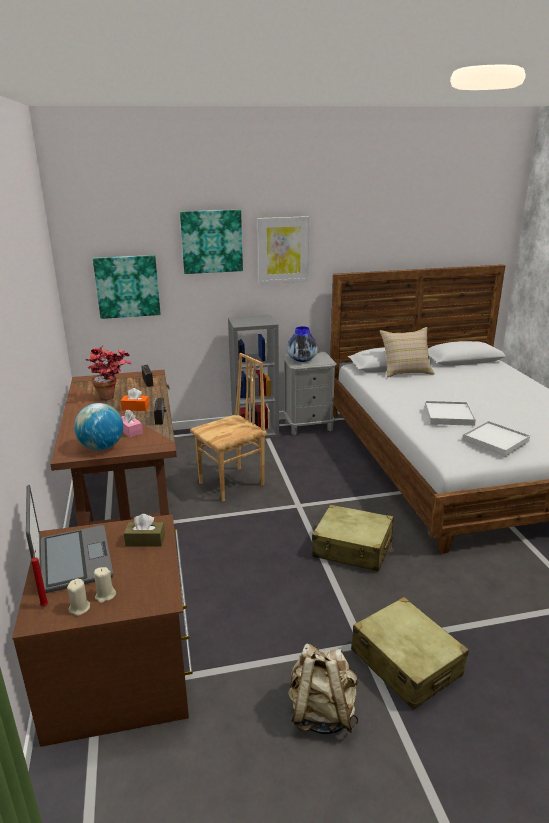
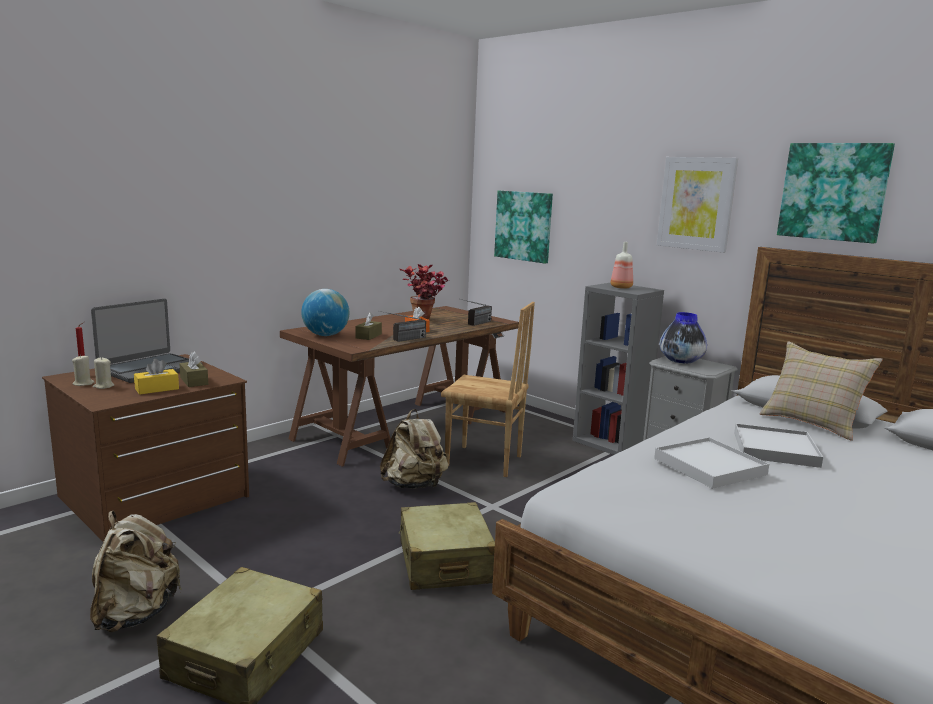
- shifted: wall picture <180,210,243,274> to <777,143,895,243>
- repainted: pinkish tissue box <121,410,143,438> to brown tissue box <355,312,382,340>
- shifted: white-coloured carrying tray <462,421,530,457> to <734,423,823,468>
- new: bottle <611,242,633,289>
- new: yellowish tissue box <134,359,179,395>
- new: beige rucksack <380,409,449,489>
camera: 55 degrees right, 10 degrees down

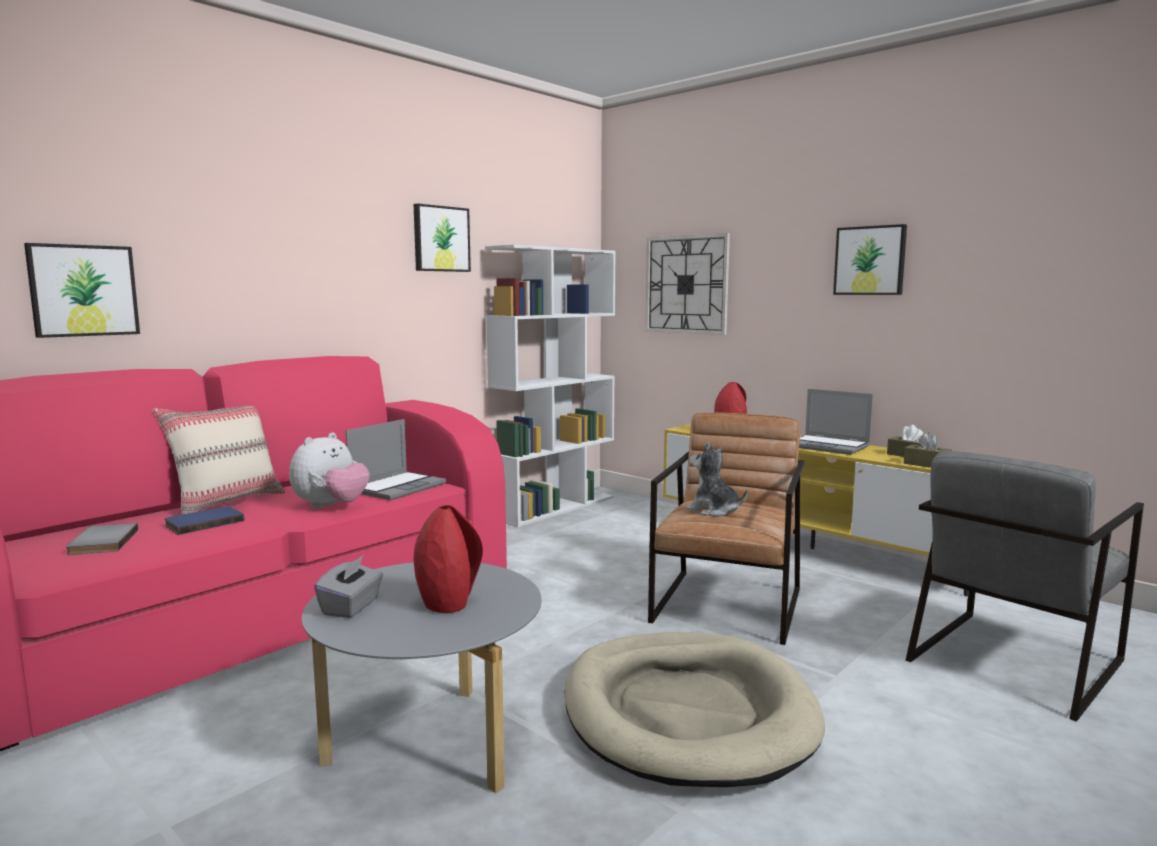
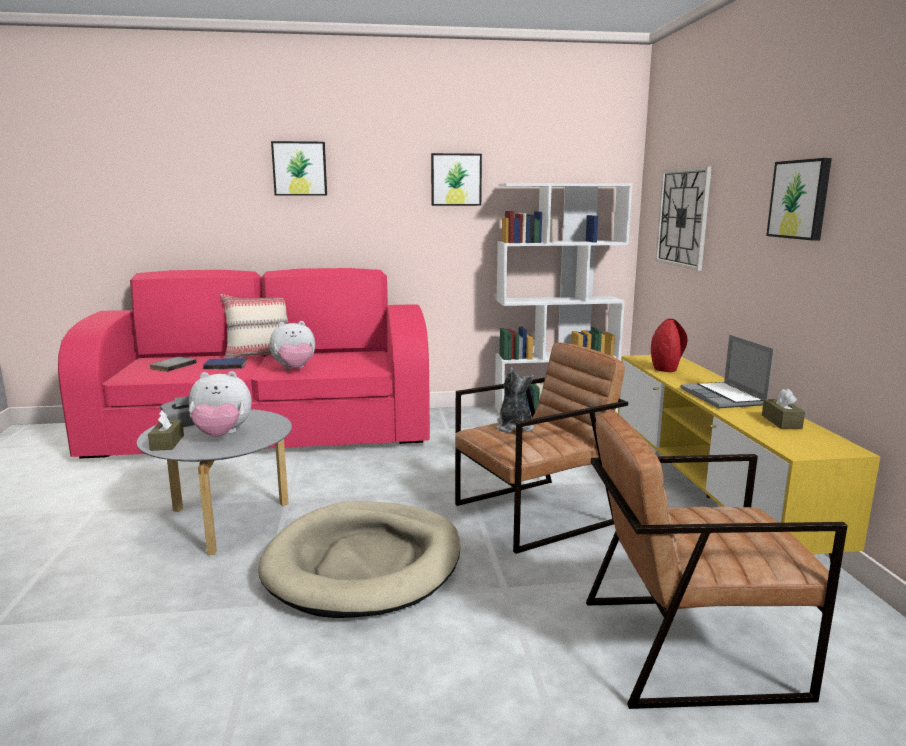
- shifted: wall picture <24,243,140,338> to <271,141,327,196>
- gone: portable computer <346,419,446,500>
- shifted: brown tissue box <904,432,952,468> to <148,411,184,451>
- repainted: gray armchair <906,451,1144,722> to brown armchair <586,410,848,709>
- swapped: reddish flower vase <414,505,483,613> to plush toy <189,371,251,437>
camera: 40 degrees right, 5 degrees up

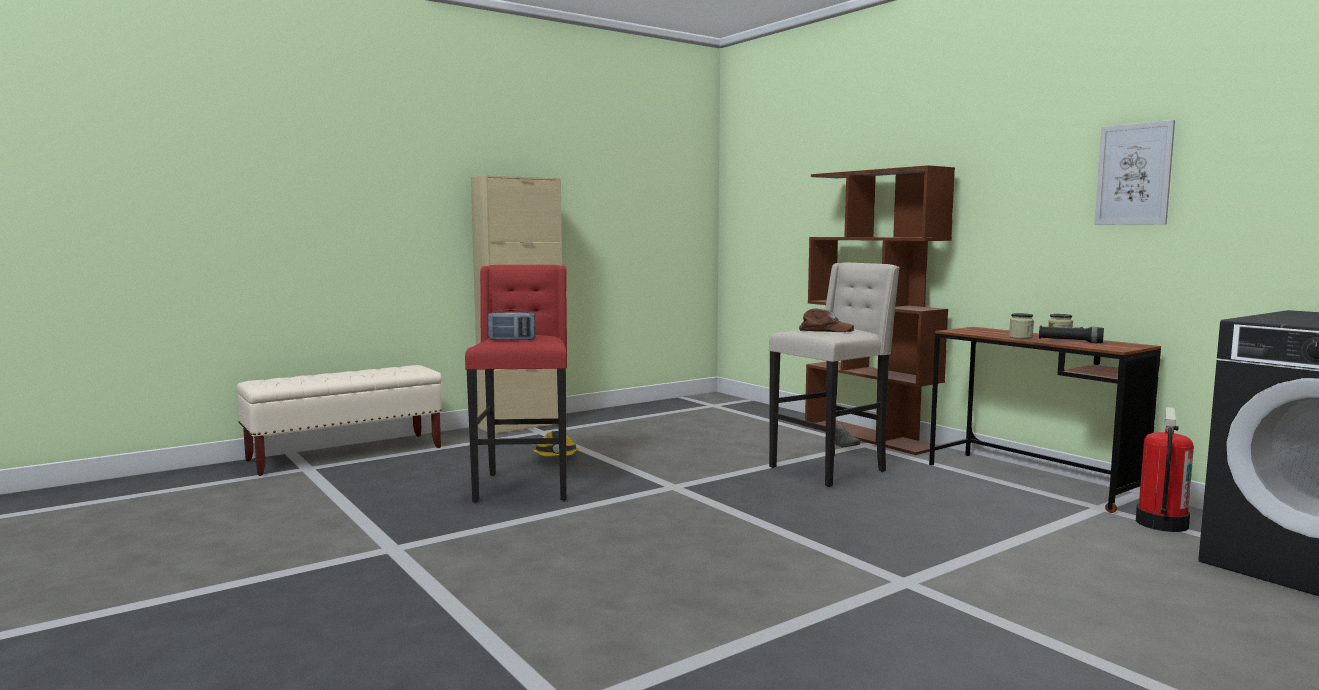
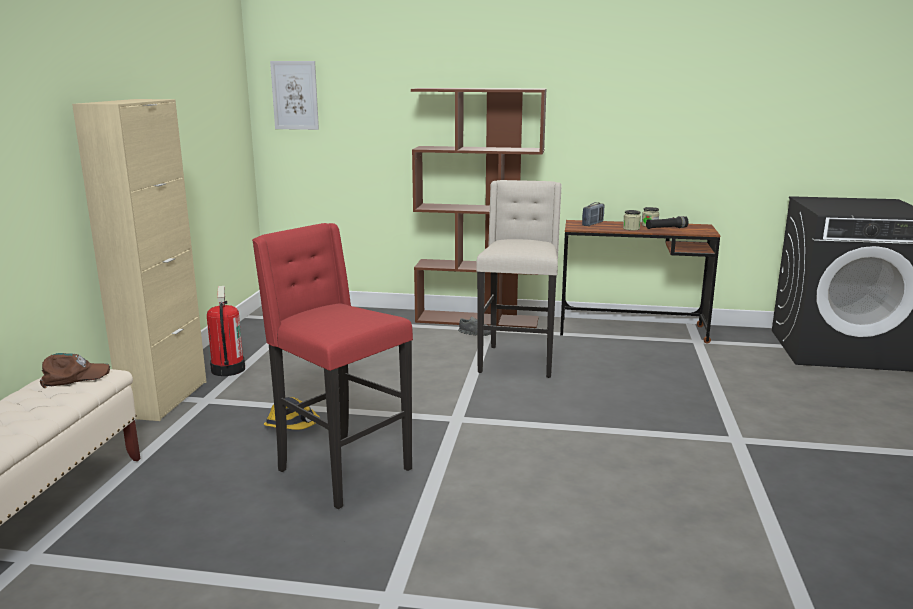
- shifted: wall picture <1095,120,1175,225> to <270,61,319,130>
- shifted: brown cap <799,308,854,332> to <40,353,110,388>
- shifted: radio receiver <488,309,535,340> to <582,202,604,226>
- shifted: fire extinguisher <1136,407,1194,532> to <207,286,245,376>
camera: 45 degrees left, 10 degrees up

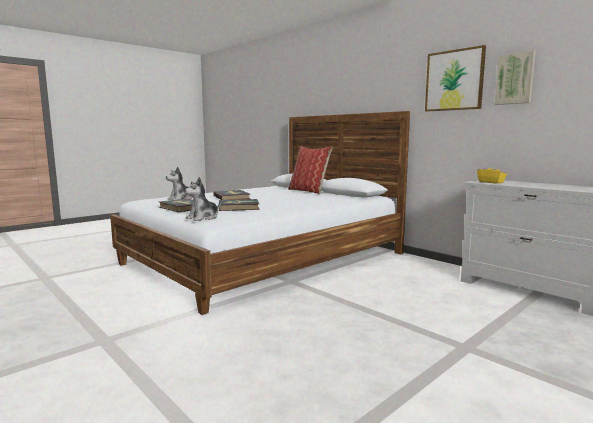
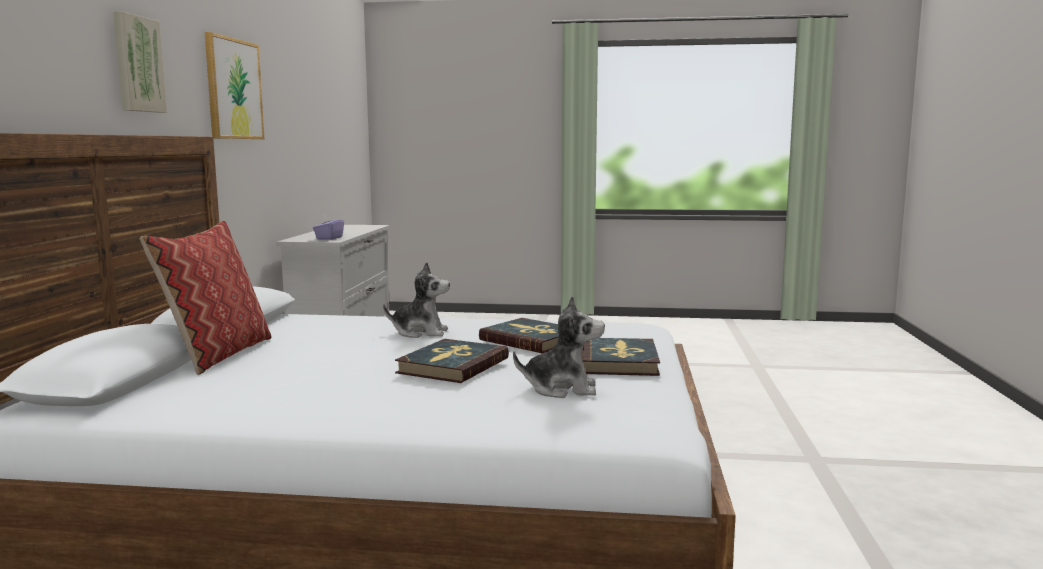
- shifted: wall picture <494,51,536,105> to <113,11,167,113>
- repainted: yellowish tissue box <477,163,507,183> to purple-coloured tissue box <313,213,344,240>
- shifted: plush toy <184,177,221,221> to <383,262,450,338>
camera: 130 degrees left, 0 degrees up

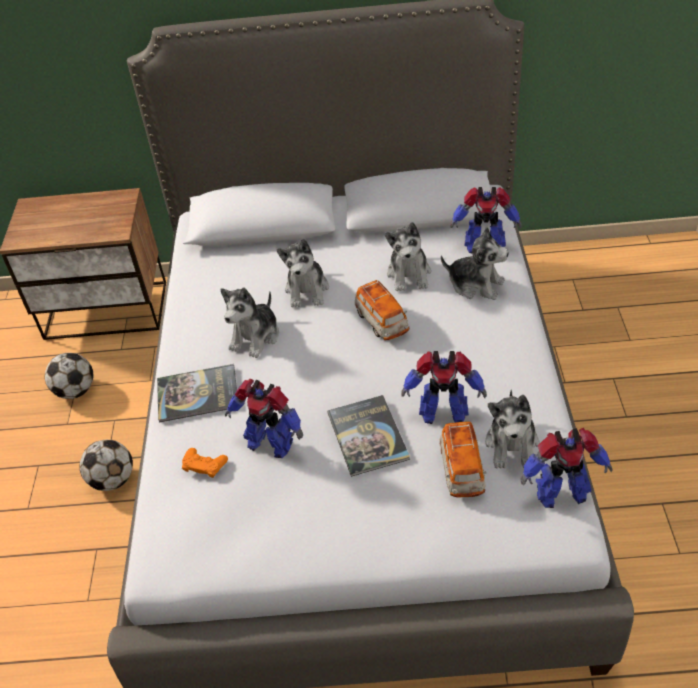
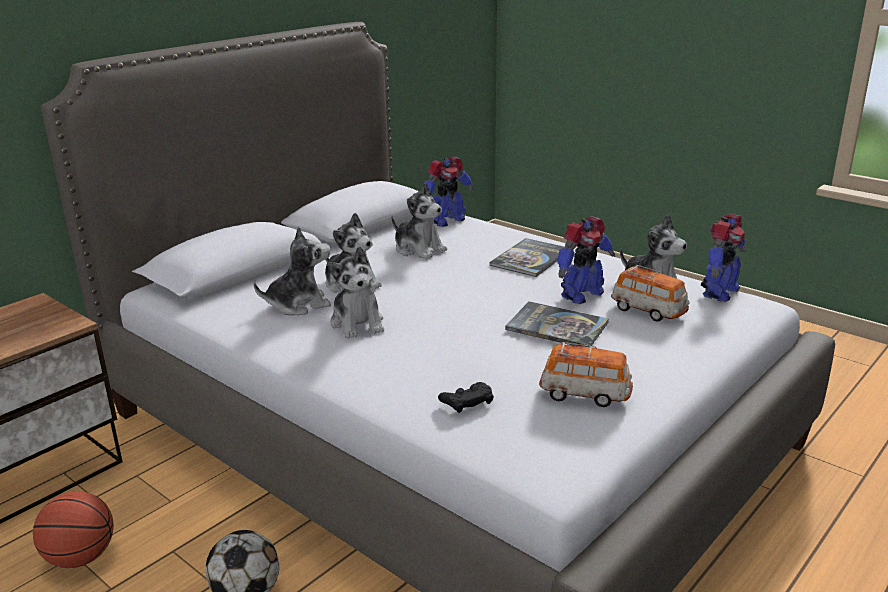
- shifted: plush toy <441,227,509,300> to <254,226,331,316>
- shifted: miniature car <355,280,409,340> to <539,342,633,407>
- swapped: football ball <44,353,93,399> to ball for basketball <33,491,114,568>
- shifted: volume <157,364,237,422> to <489,238,564,277>
- gone: model robot <225,379,303,458>
- repainted: orange-coloured gamepad <182,448,228,478> to black-coloured gamepad <438,382,494,413>
camera: 50 degrees left, 20 degrees down

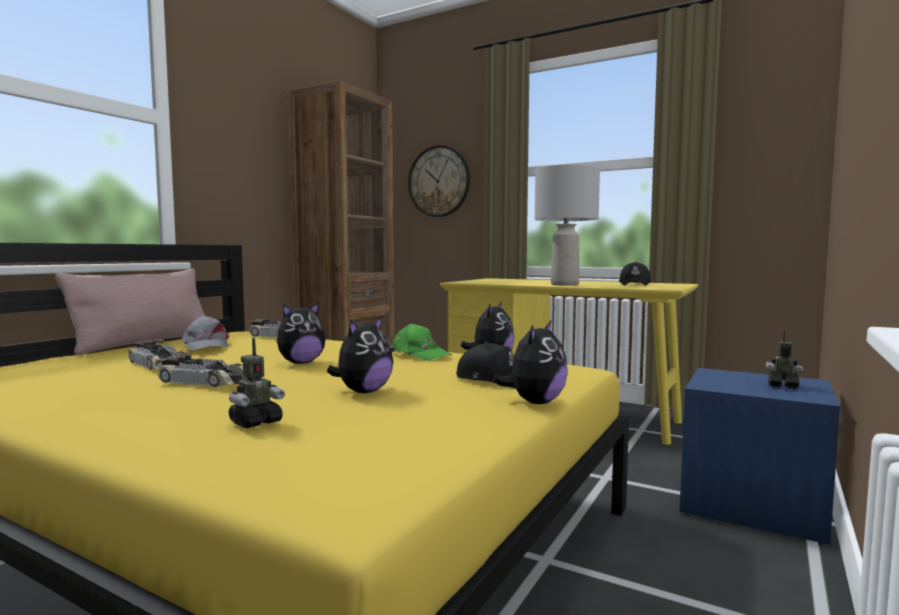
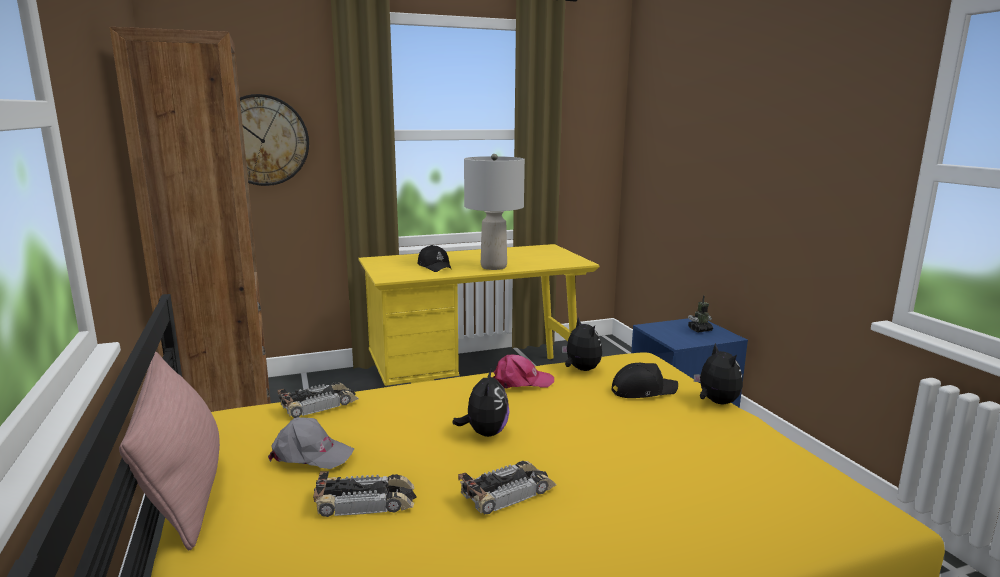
- shifted: black-coloured cap <619,262,651,286> to <418,245,452,272>
- gone: plush toy <327,316,393,393>
- repainted: green-coloured cap <391,324,452,361> to pinkish cap <493,355,554,388>
- gone: model robot <229,338,285,428>
camera: 50 degrees left, 10 degrees up

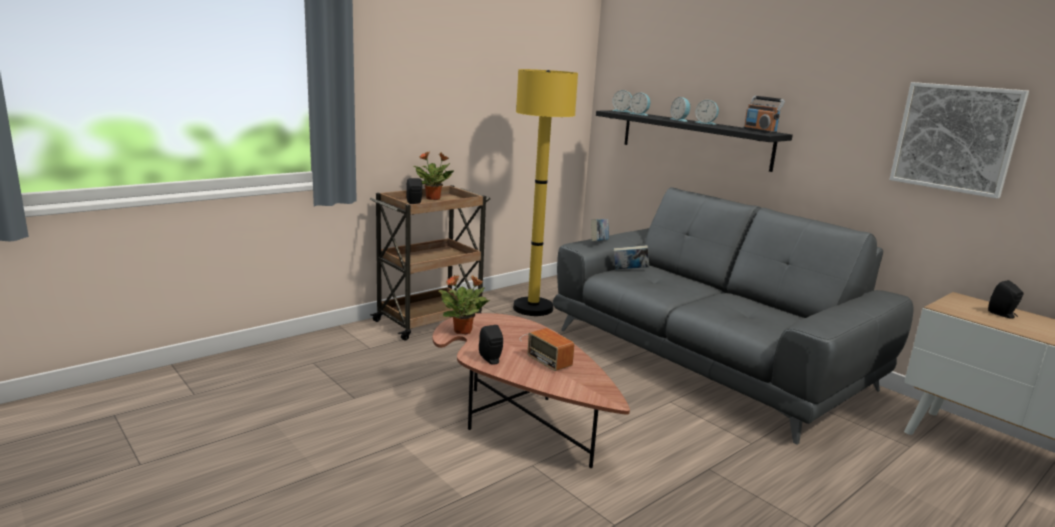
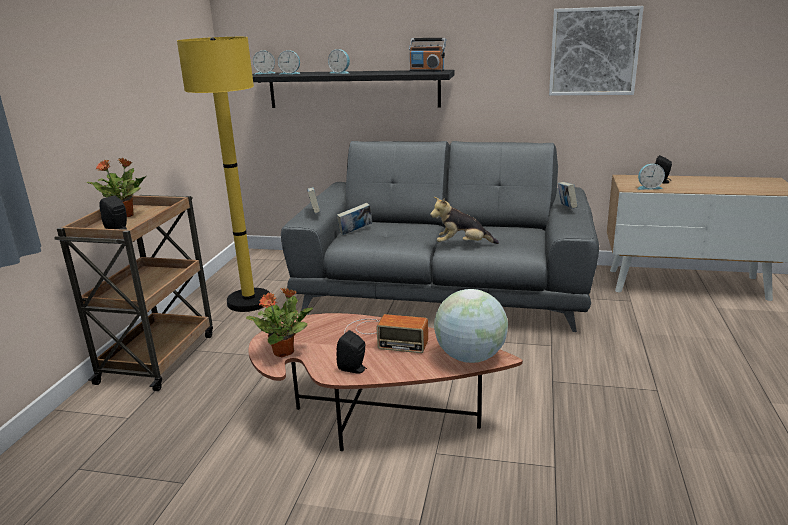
- shifted: bedside clock <695,100,719,125> to <638,164,665,190>
- new: volume <558,182,578,209>
- new: plush toy <430,197,499,244>
- new: world globe <434,289,508,363>
camera: 35 degrees left, 5 degrees up

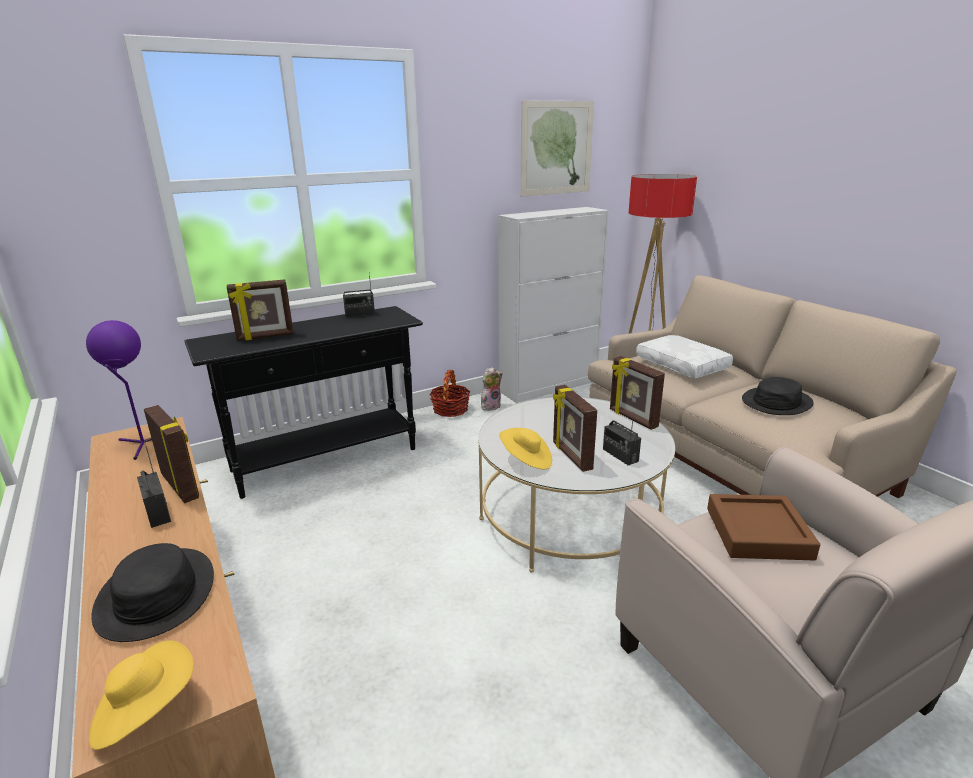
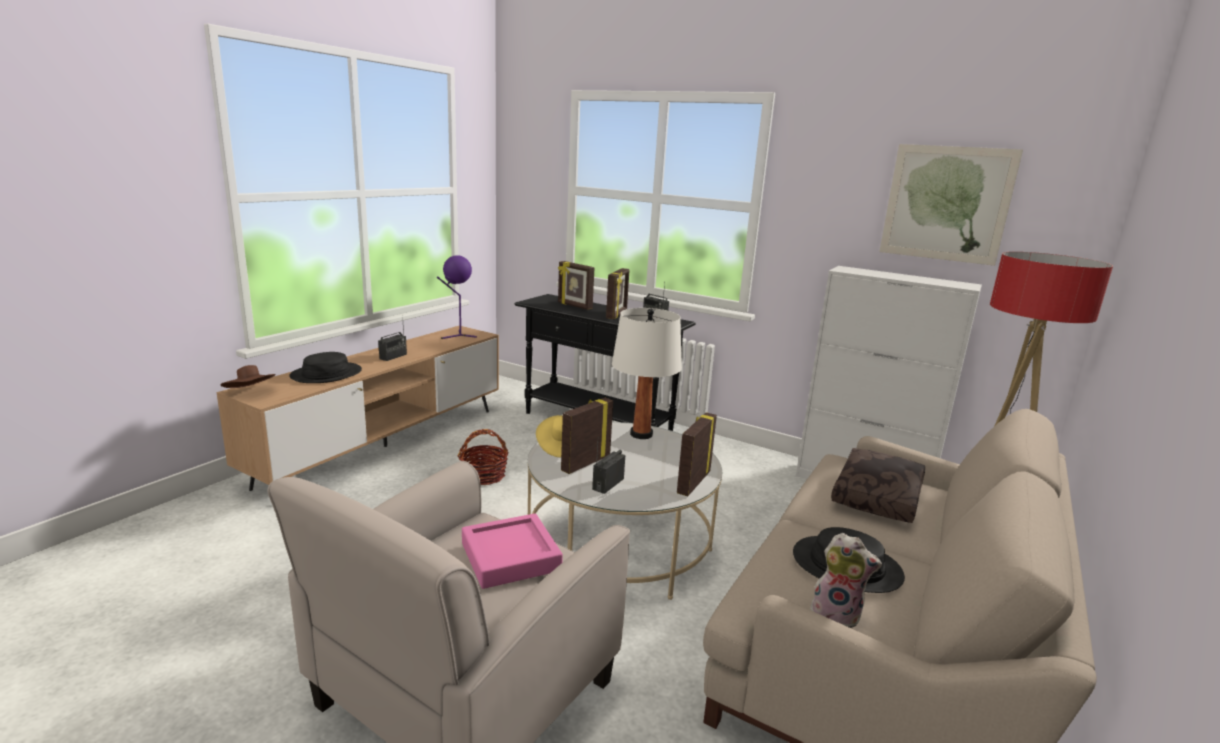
- repainted: white-coloured throw pillow <636,335,733,378> to brown throw pillow <831,448,925,523>
- shifted: plush toy <481,367,503,411> to <810,533,882,628>
- shifted: household basket <429,370,471,417> to <458,429,509,485>
- shifted: photo frame <144,405,199,503> to <606,268,629,319>
- repainted: brown carrying tray <707,494,820,560> to pinkish carrying tray <462,514,563,589>
- repainted: yellowish clothing hat <89,640,194,750> to brown clothing hat <221,365,276,388>
- new: white-coloured lamp for a table <612,308,682,439>
camera: 60 degrees right, 5 degrees down

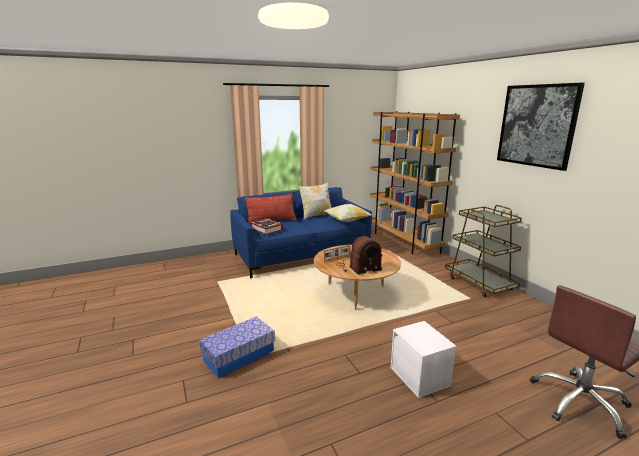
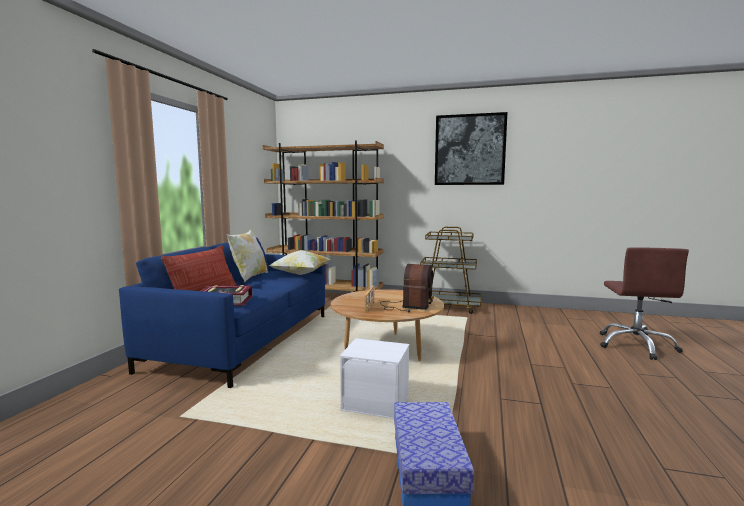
- shifted: white-coloured storage box <390,321,457,398> to <339,338,409,419>
camera: 50 degrees left, 10 degrees down

